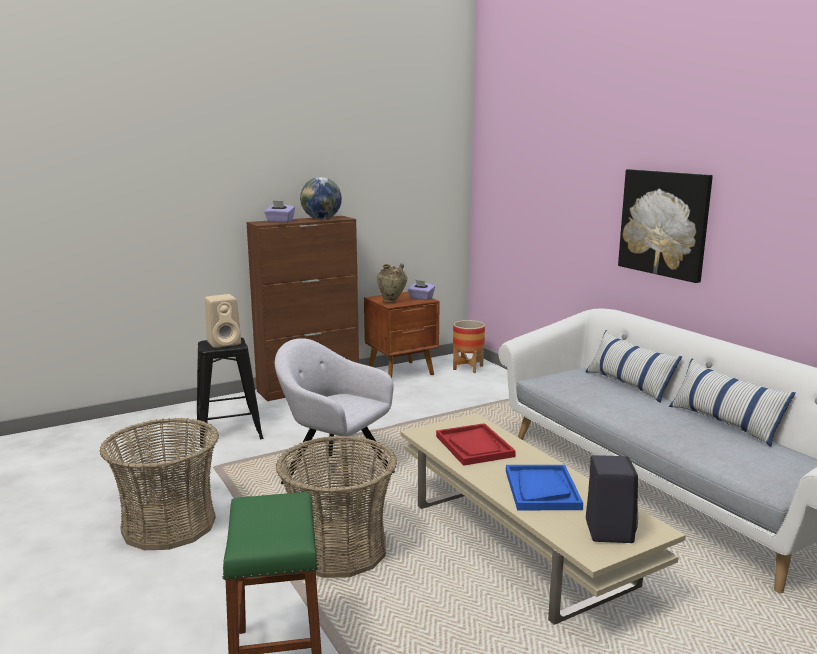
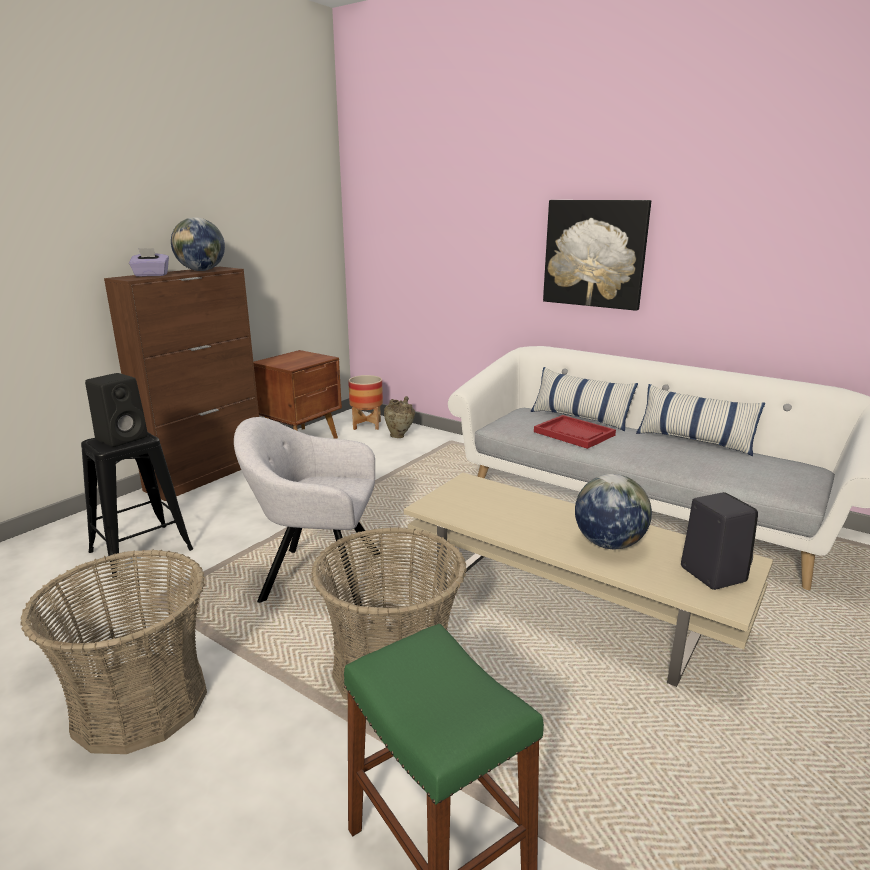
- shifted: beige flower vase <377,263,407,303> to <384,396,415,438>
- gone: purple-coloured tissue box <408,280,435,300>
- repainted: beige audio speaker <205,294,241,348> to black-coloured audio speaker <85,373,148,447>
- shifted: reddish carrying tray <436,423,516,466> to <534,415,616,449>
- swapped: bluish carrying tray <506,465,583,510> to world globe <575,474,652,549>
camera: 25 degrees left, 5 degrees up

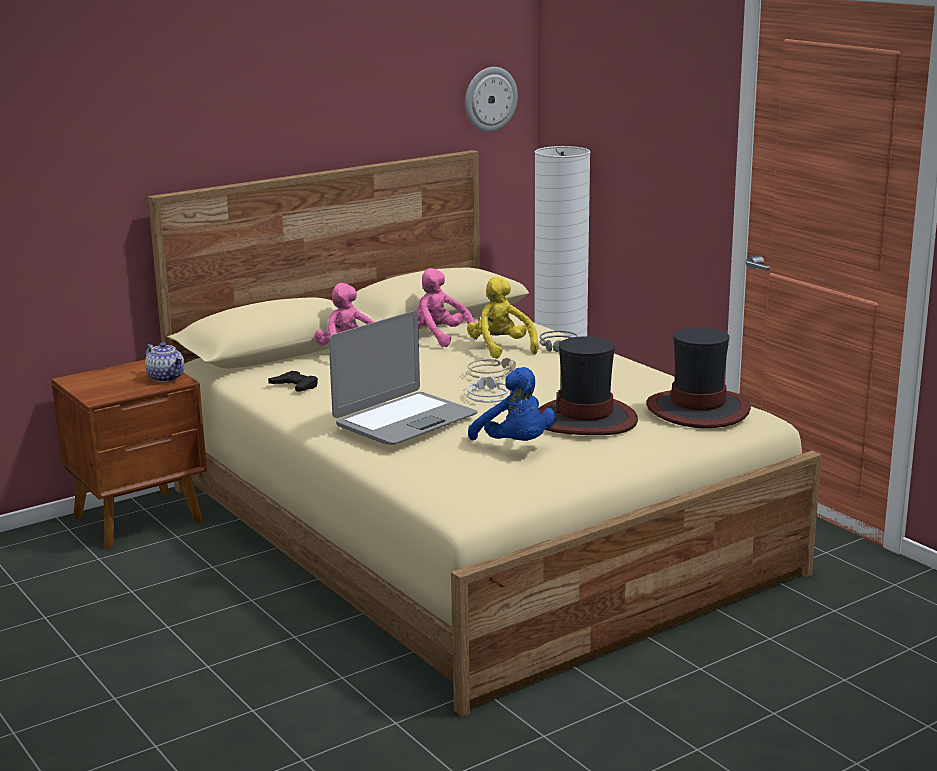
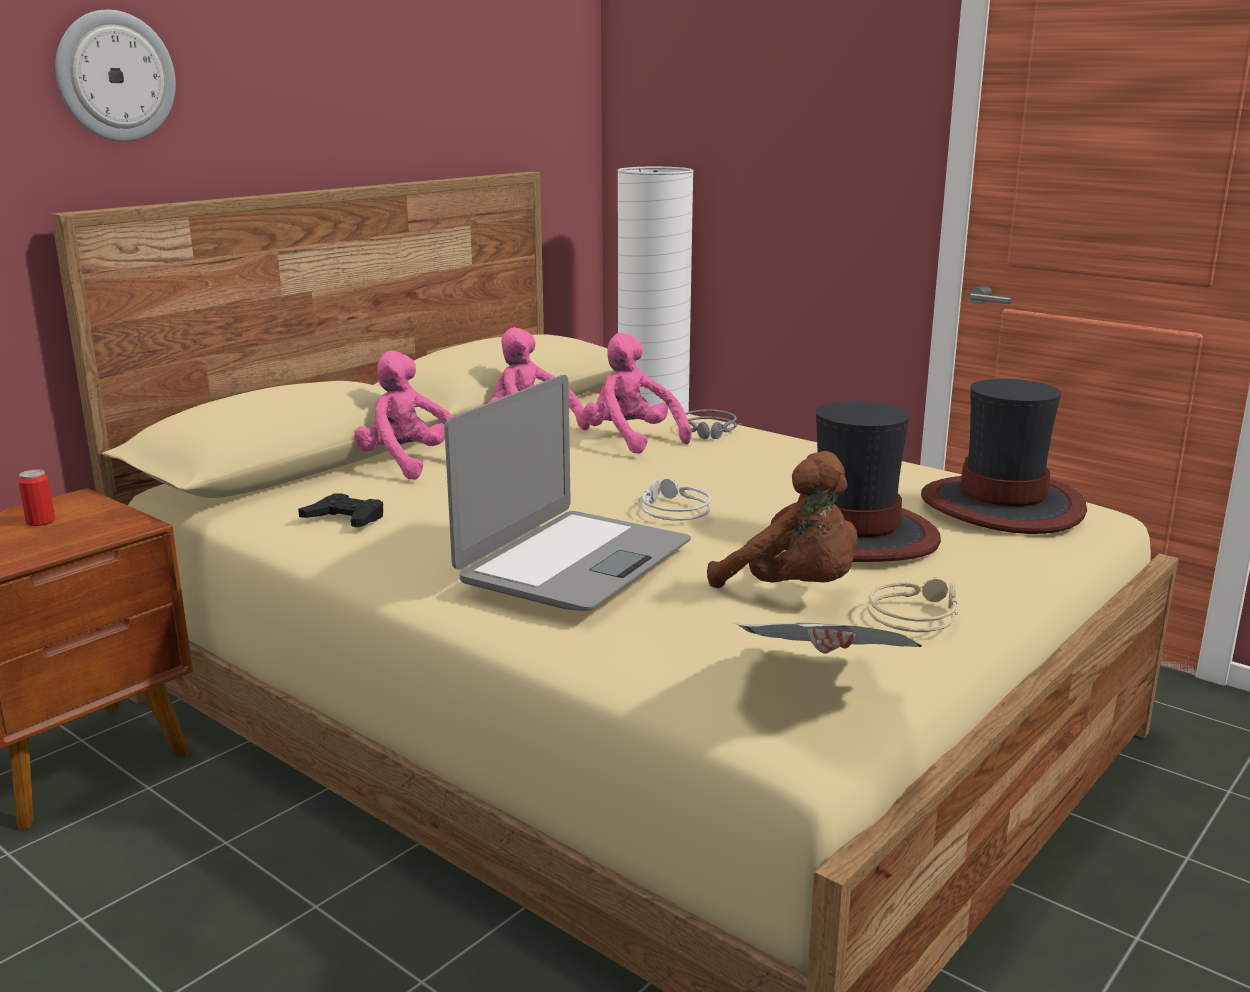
- shifted: wall clock <465,67,518,132> to <55,10,176,142>
- repainted: yellowish plush toy <467,277,538,359> to pinkish plush toy <584,333,692,454>
- gone: tea pot <145,342,184,382>
- shifted: beige pair of headphones <467,357,516,379> to <868,578,958,632>
- repainted: bluish plush toy <468,367,556,441> to brown plush toy <707,451,858,588>
- new: sealed can <18,469,55,526>
- new: daily paper <733,623,922,654>
camera: 15 degrees left, 0 degrees up

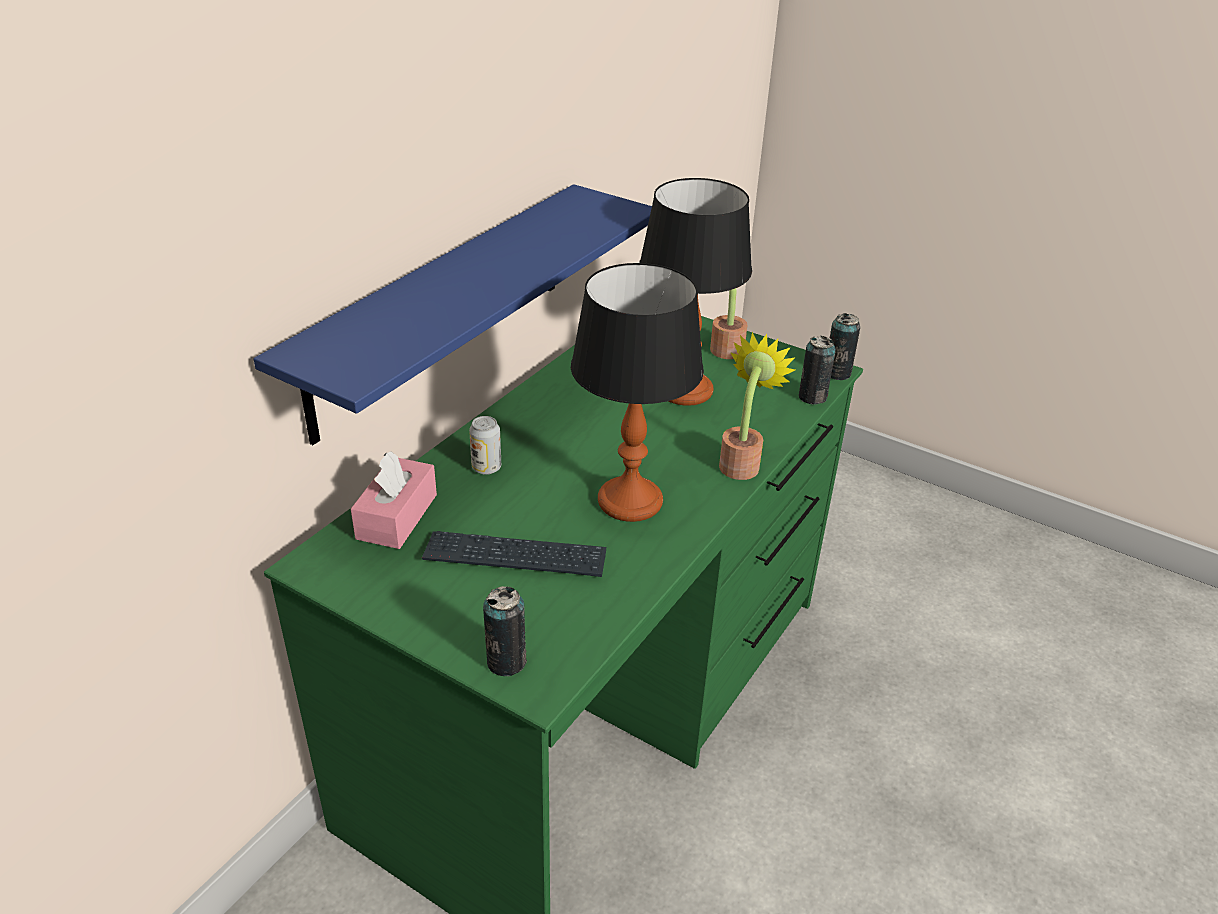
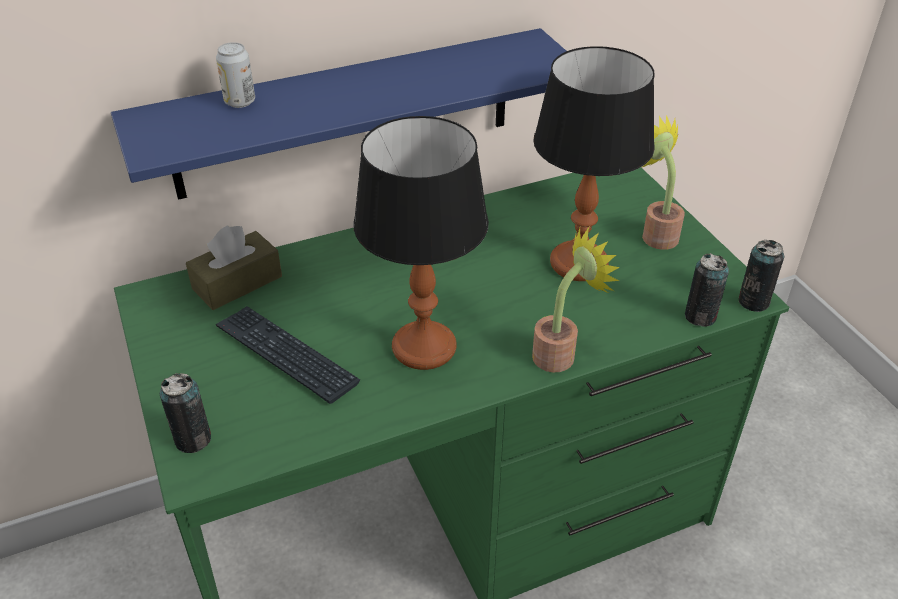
- shifted: sealed can <469,416,501,475> to <216,42,255,108>
- repainted: pinkish tissue box <351,451,437,549> to brown tissue box <186,226,282,310>
camera: 35 degrees right, 5 degrees up

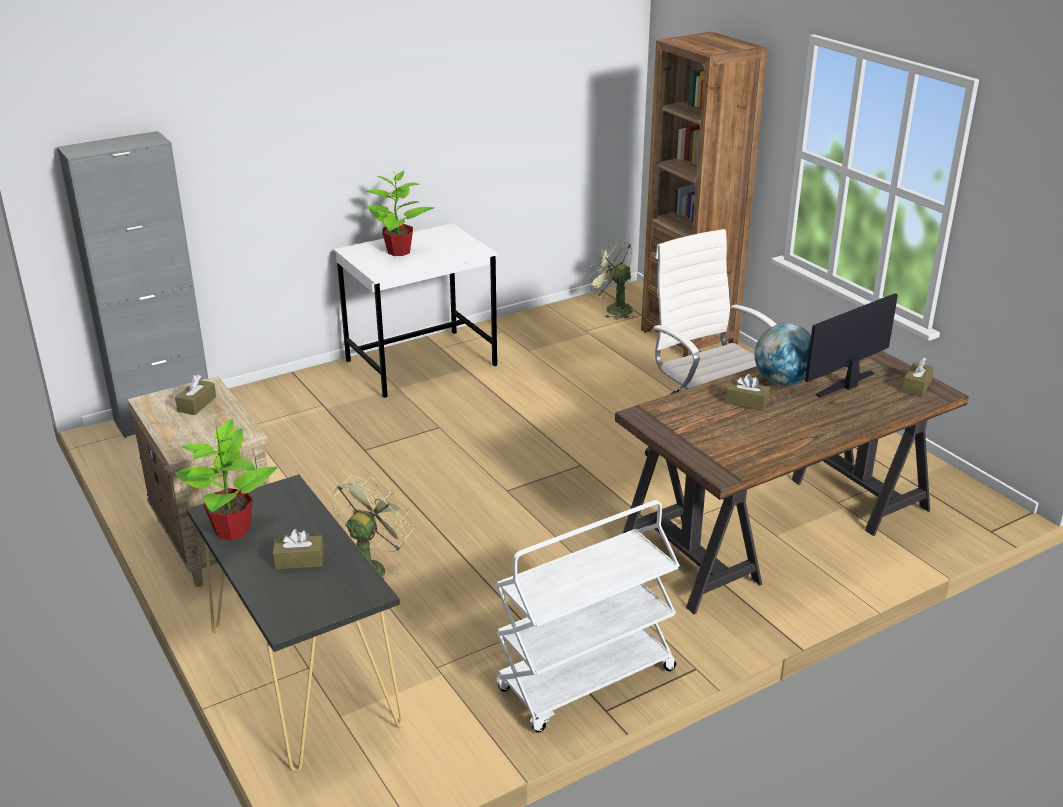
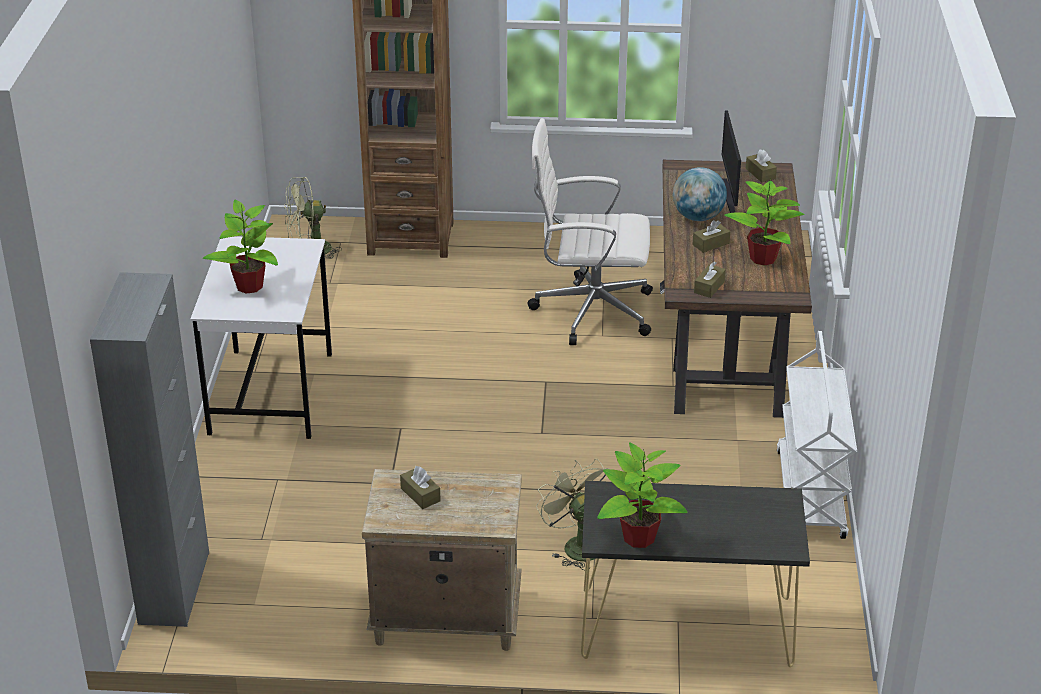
- shifted: brown tissue box <273,529,324,569> to <694,261,726,298>
- new: potted plant <724,181,805,266>
camera: 55 degrees left, 5 degrees up

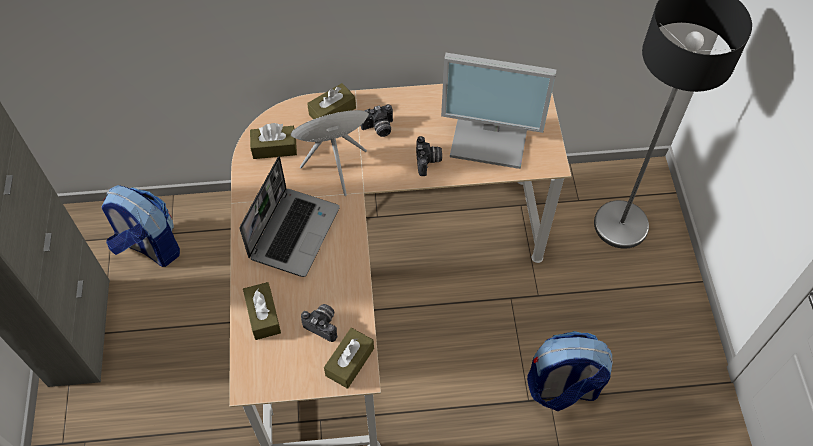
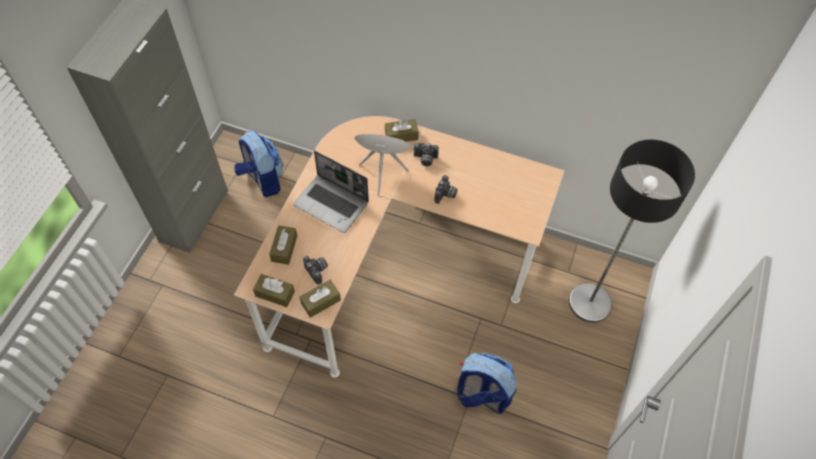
- gone: monitor <441,53,556,169>
- shifted: brown tissue box <250,123,297,159> to <253,274,295,307>
- rotated: portable computer <240,156,340,277> = <293,150,369,233> 75 degrees clockwise
camera: 25 degrees right, 0 degrees up

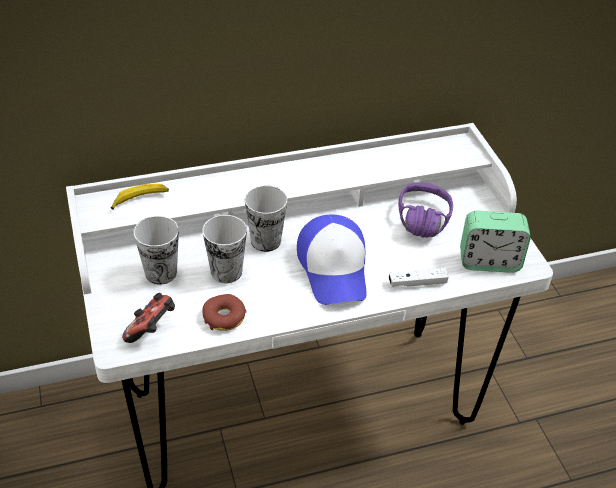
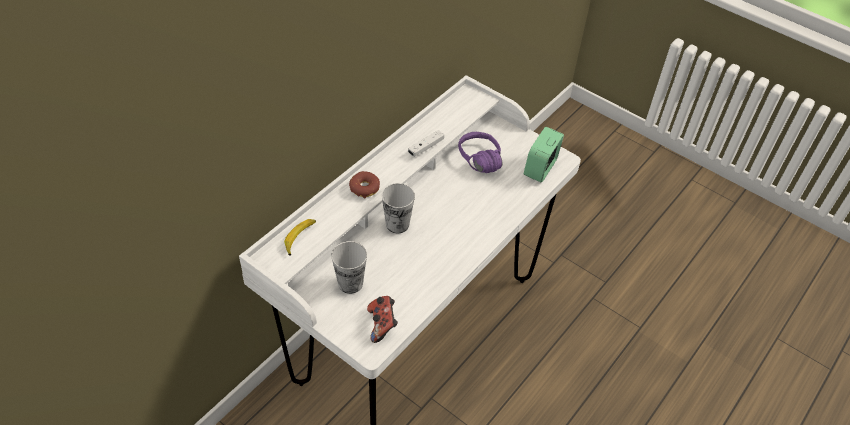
- rotated: bedside clock <460,210,531,273> = <524,127,564,182> 150 degrees clockwise
- gone: cap <297,214,367,305>
- gone: drinking cup <202,215,247,283>
- shifted: white-coloured gamepad <389,268,449,287> to <408,130,444,157>
- shifted: ring doughnut <202,294,247,331> to <349,171,380,199>
camera: 35 degrees left, 5 degrees up

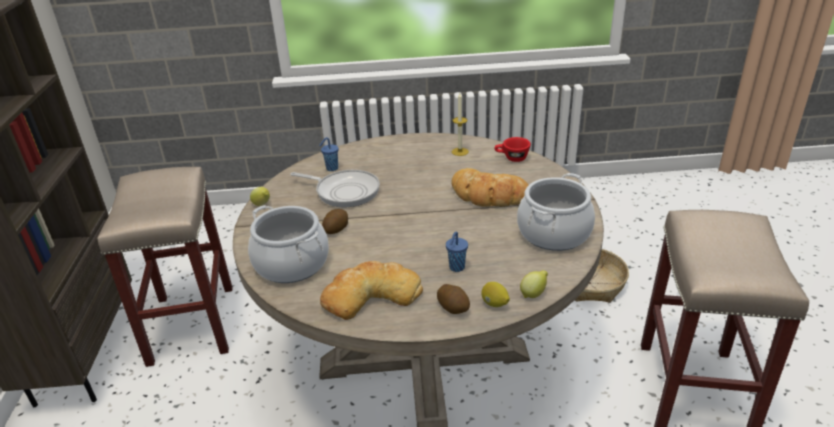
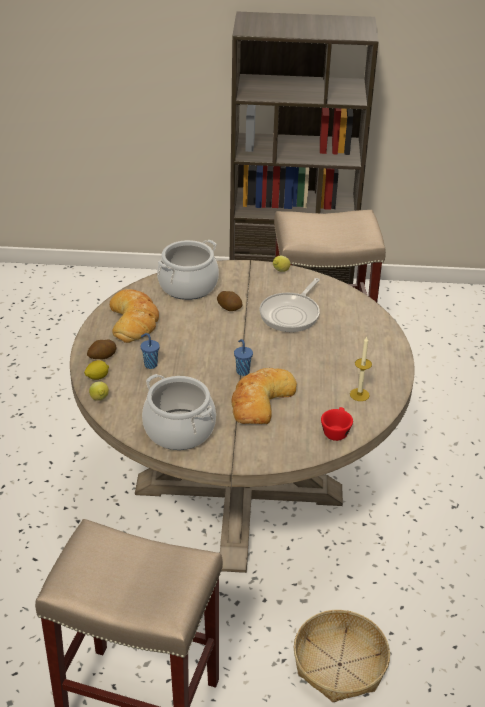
- shifted: bluish drinking cup <319,137,339,171> to <234,339,253,376>
camera: 95 degrees right, 5 degrees up

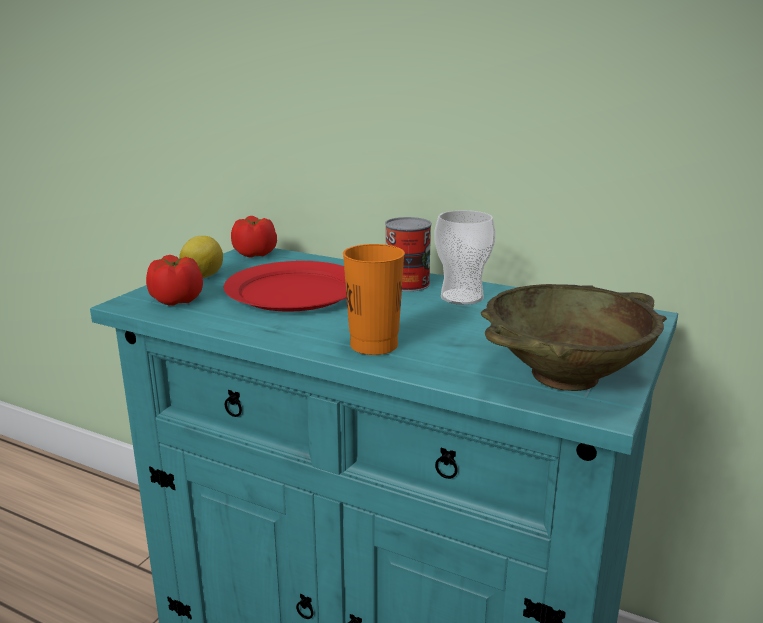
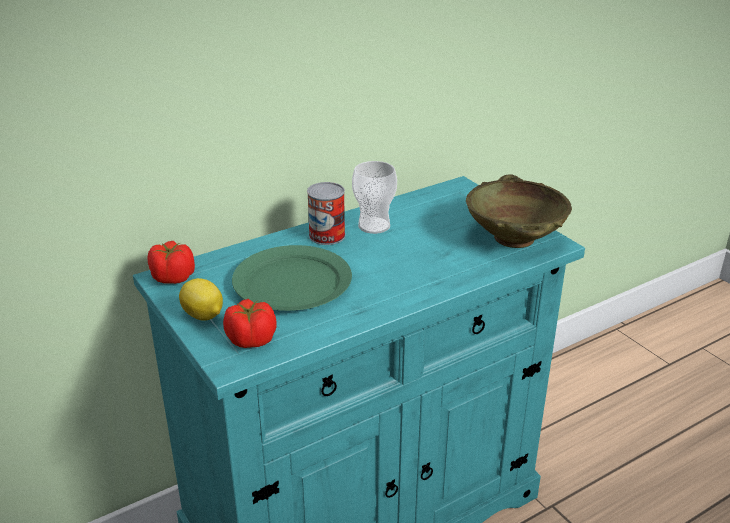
- gone: orange-coloured drinking cup <343,244,405,355>
- repainted: reddish dinner plate <224,261,347,312> to green-coloured dinner plate <232,245,352,311>
camera: 60 degrees left, 10 degrees up

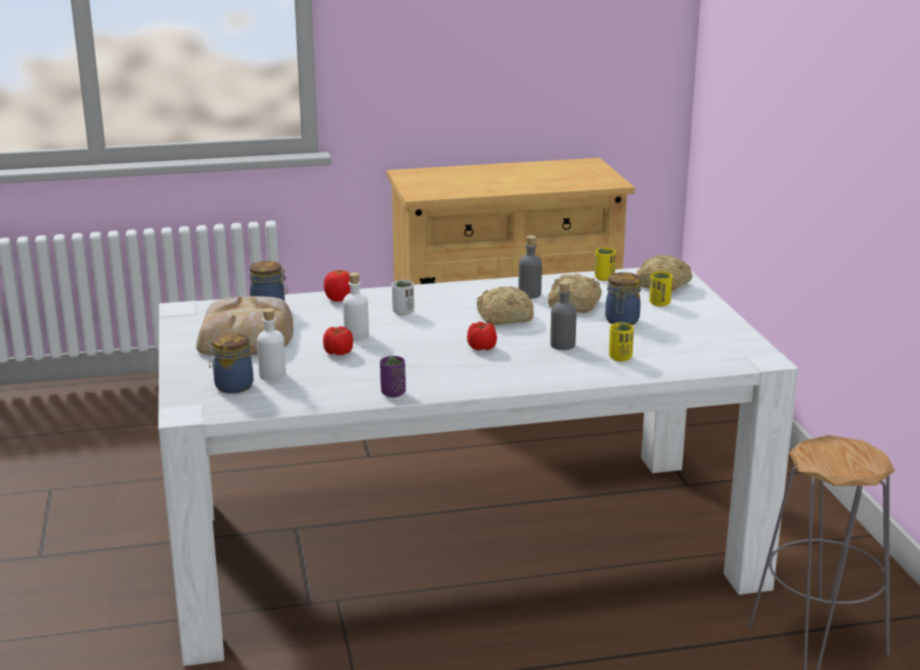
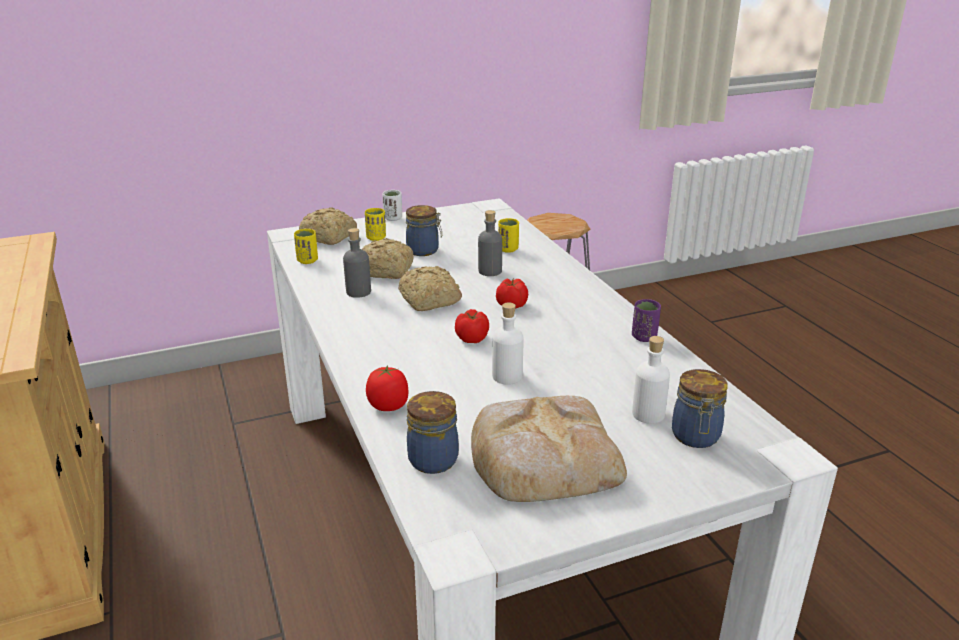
- shifted: white-coloured drinking cup <392,280,414,316> to <382,190,402,221>
- shifted: whole tomato <323,326,353,355> to <455,309,489,343>
camera: 100 degrees left, 5 degrees up

